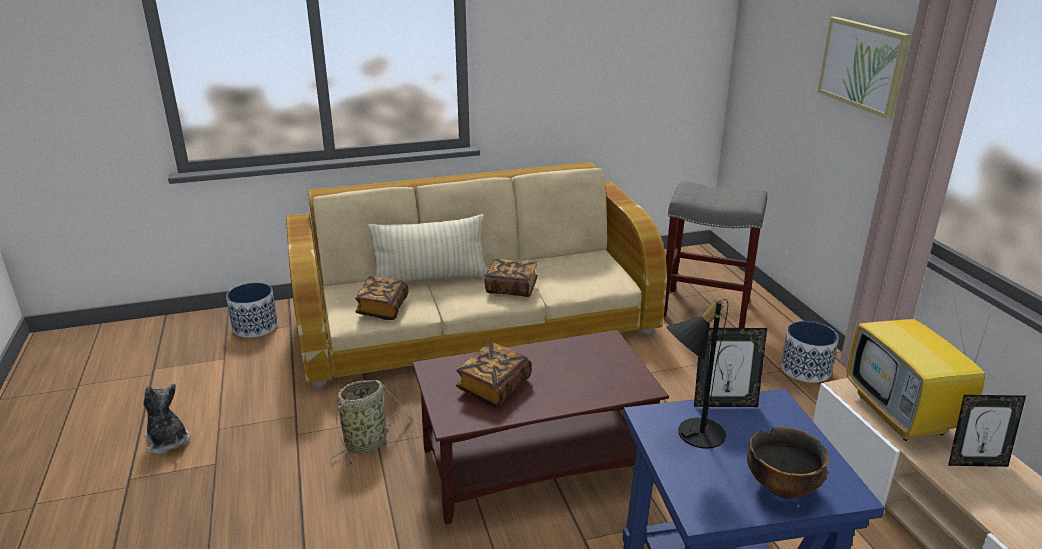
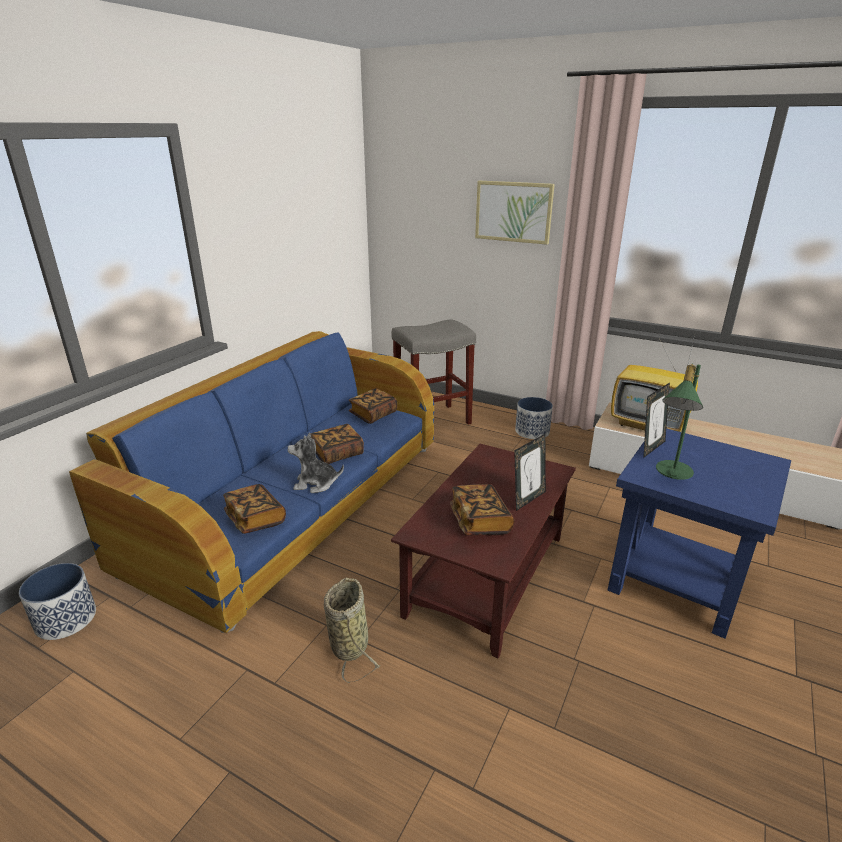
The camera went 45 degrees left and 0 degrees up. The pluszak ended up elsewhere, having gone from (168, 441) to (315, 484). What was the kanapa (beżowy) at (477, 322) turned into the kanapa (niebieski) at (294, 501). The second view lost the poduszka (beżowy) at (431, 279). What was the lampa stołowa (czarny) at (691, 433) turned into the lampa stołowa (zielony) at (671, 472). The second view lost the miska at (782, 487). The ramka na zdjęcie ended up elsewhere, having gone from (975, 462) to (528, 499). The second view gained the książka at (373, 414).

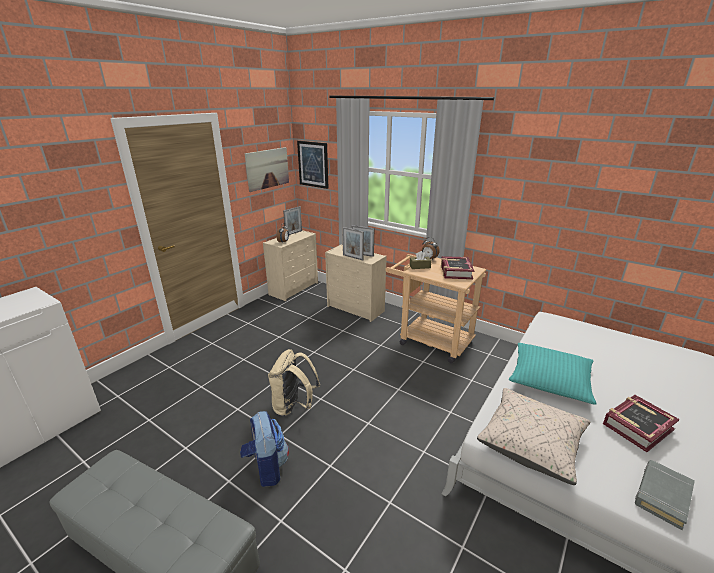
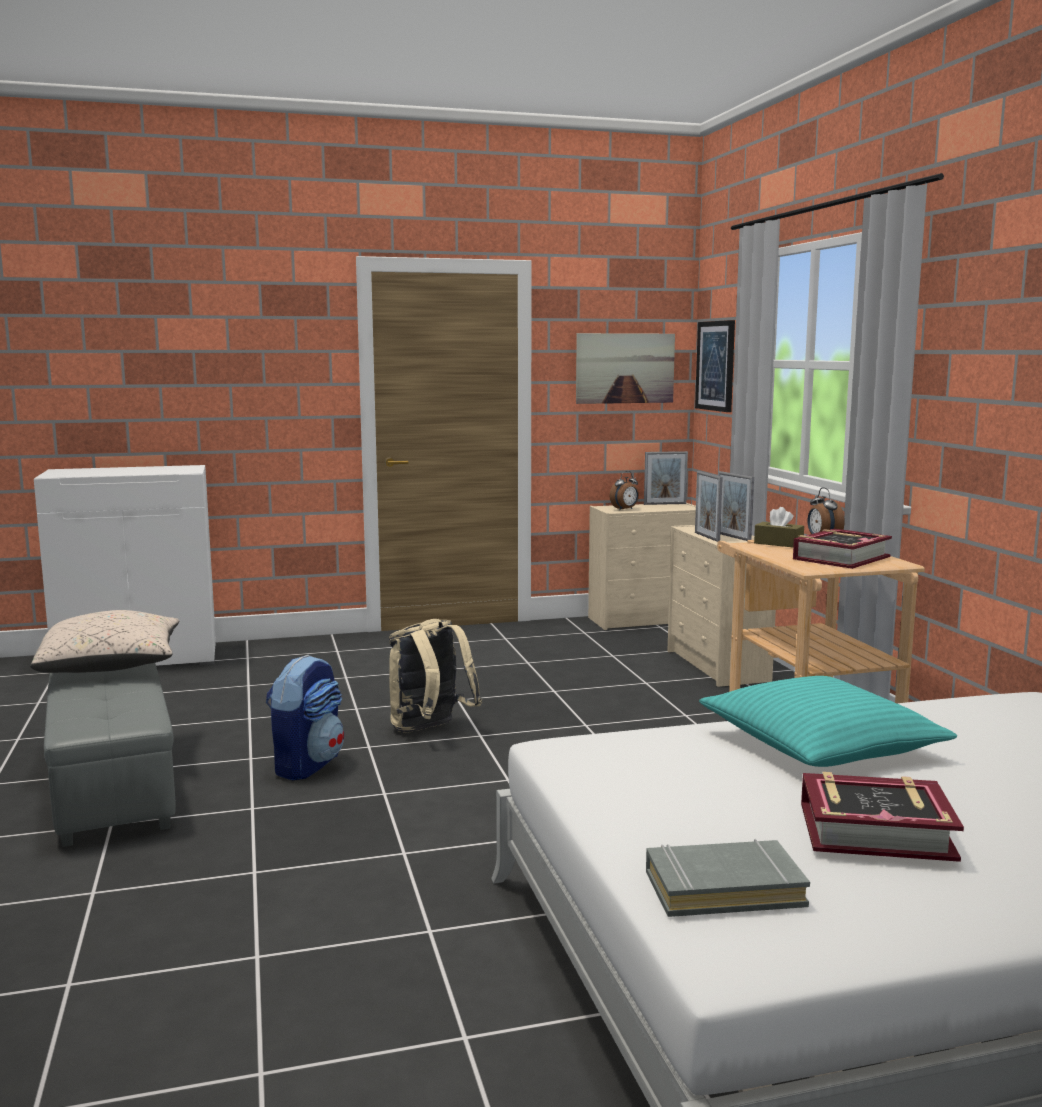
The camera went 40 degrees right and 15 degrees down. The poduszka (beżowy) ended up elsewhere, having gone from (531, 443) to (112, 666).

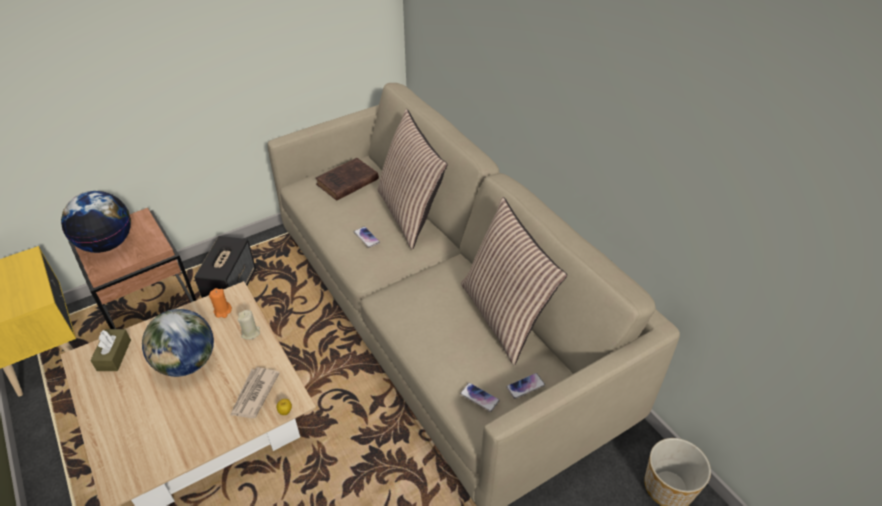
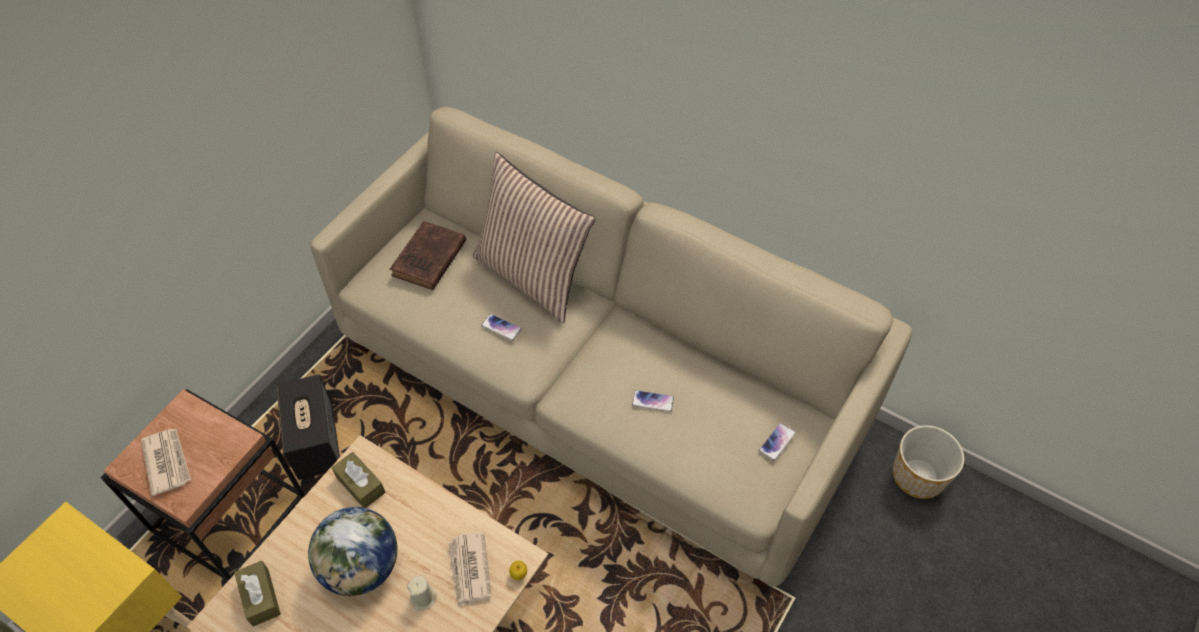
The camera went 25 degrees left and 10 degrees up. Where the globus stood at (107, 244), the gazeta came to stand at (167, 461). Where the świeca (pomarańczowy) stood at (222, 311), the pudełko chusteczek (brązowy) came to stand at (360, 484). The świeca (beżowy) ended up elsewhere, having gone from (251, 333) to (423, 598). The telefon ended up elsewhere, having gone from (479, 397) to (652, 401). The second view lost the poduszka at (504, 316).

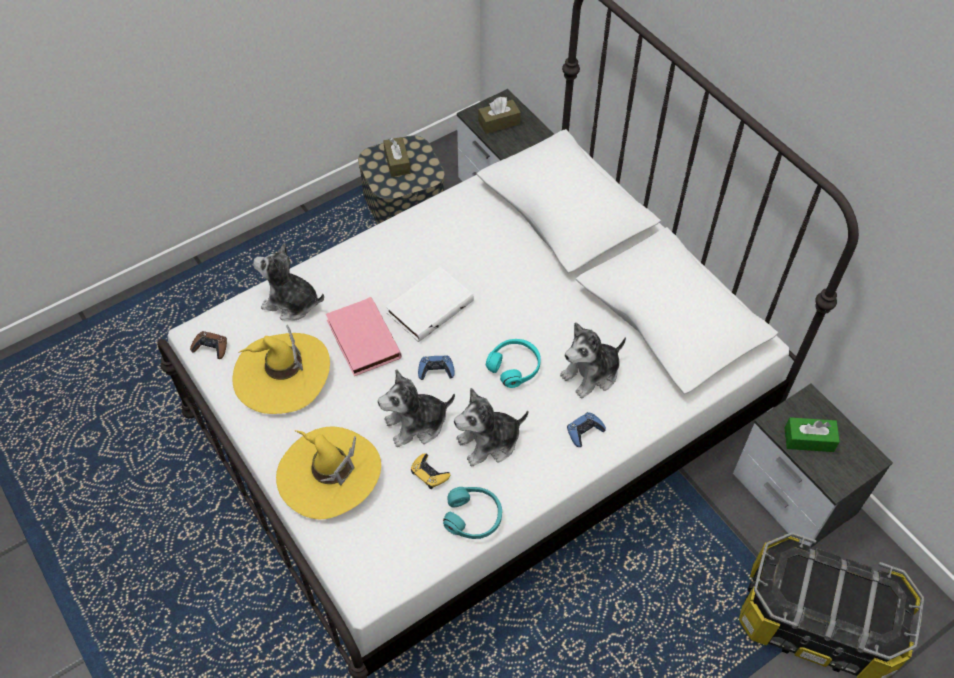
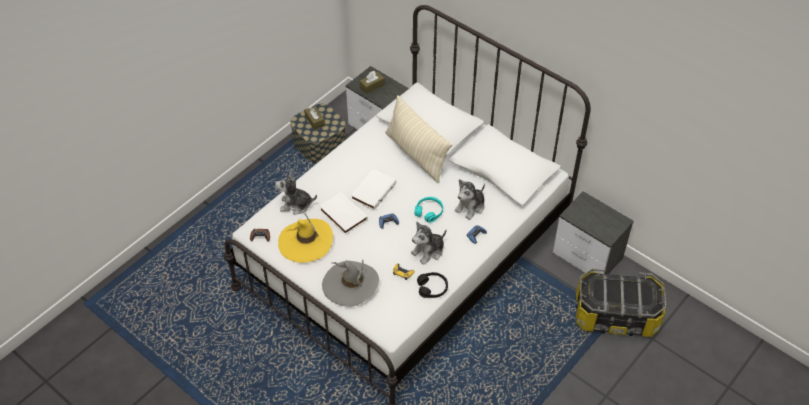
The camera went 15 degrees left and 5 degrees down. What was the kapelusz (żółty) at (329, 474) turned into the kapelusz (szary) at (350, 284). What was the książka (różowy) at (361, 339) turned into the książka (biały) at (342, 215). The second view lost the pluszak at (416, 424). What was the słuchawki (turkusowy) at (473, 517) turned into the słuchawki (czarny) at (432, 288). The second view lost the pudełko chusteczek (zielony) at (809, 439). The second view gained the poduszka (beżowy) at (416, 154).

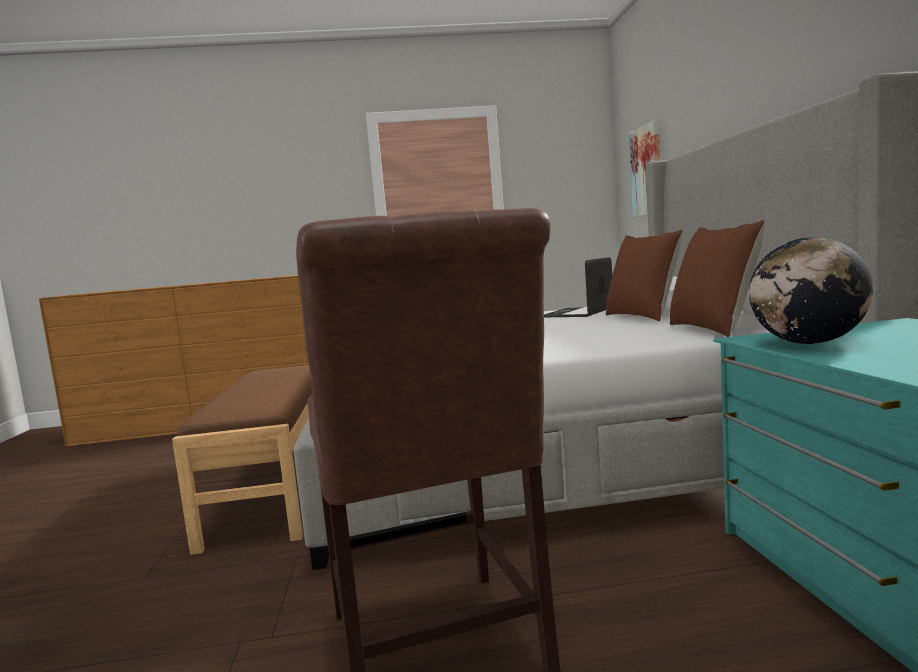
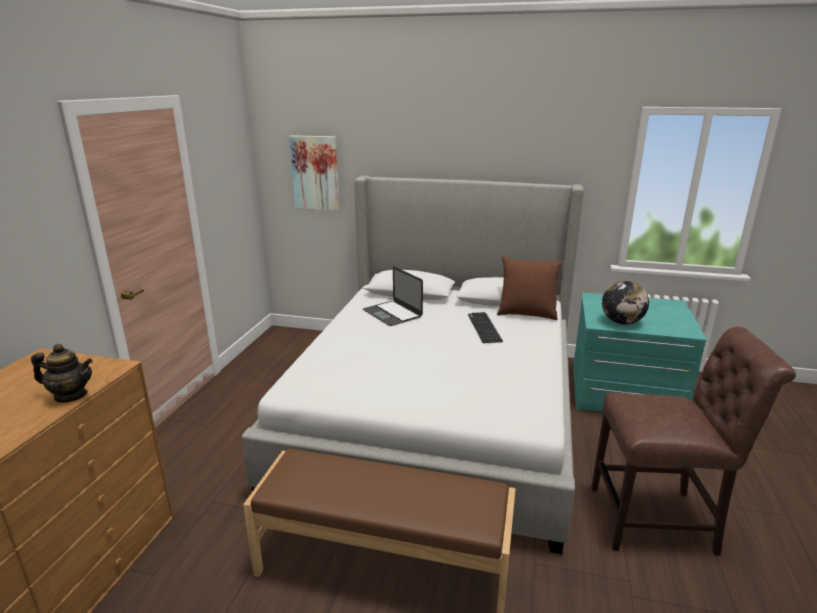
The camera went 70 degrees left and 15 degrees up. The second view lost the poduszka (brązowy) at (643, 316). The second view gained the imbryk at (71, 396). The second view gained the klawiatura at (484, 328).

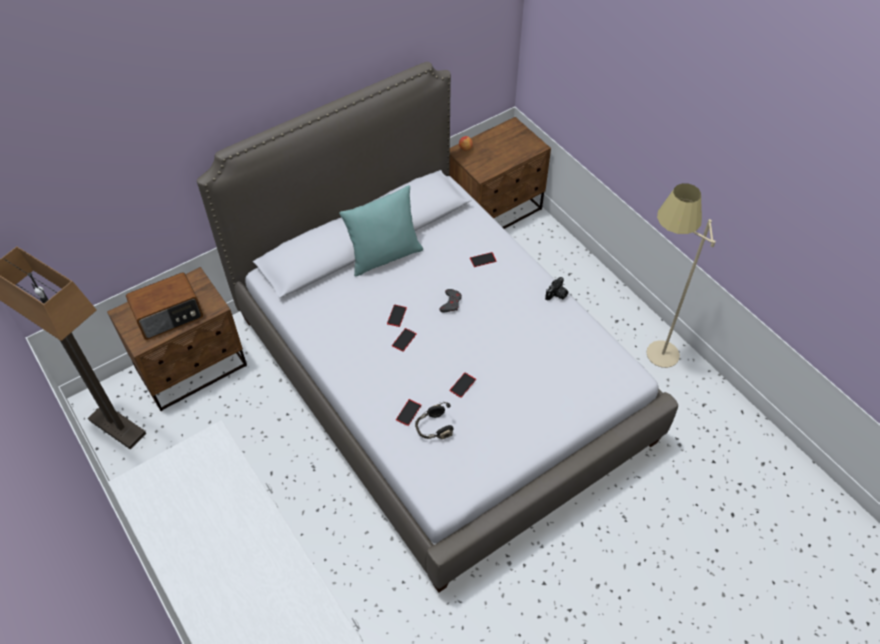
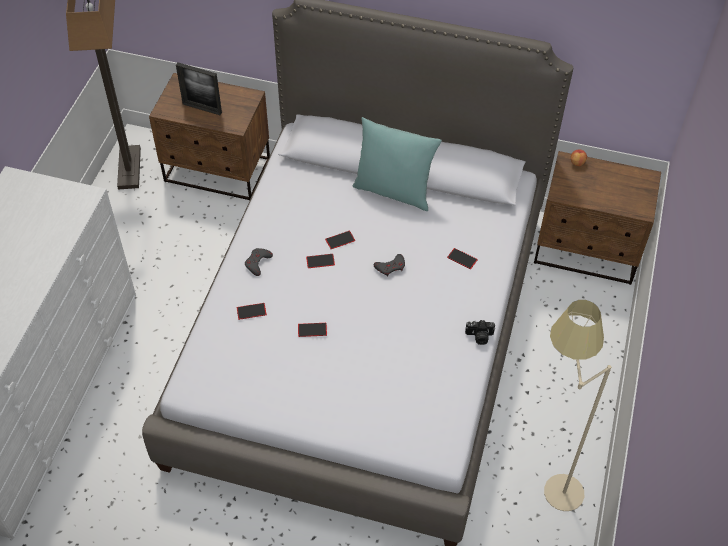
The camera went 50 degrees right and 0 degrees up. Where the radio stood at (169, 316), the ramka na zdjęcie came to stand at (202, 108). The second view lost the słuchawki (czarny) at (433, 428). The second view gained the pad do gier (szary) at (257, 263).

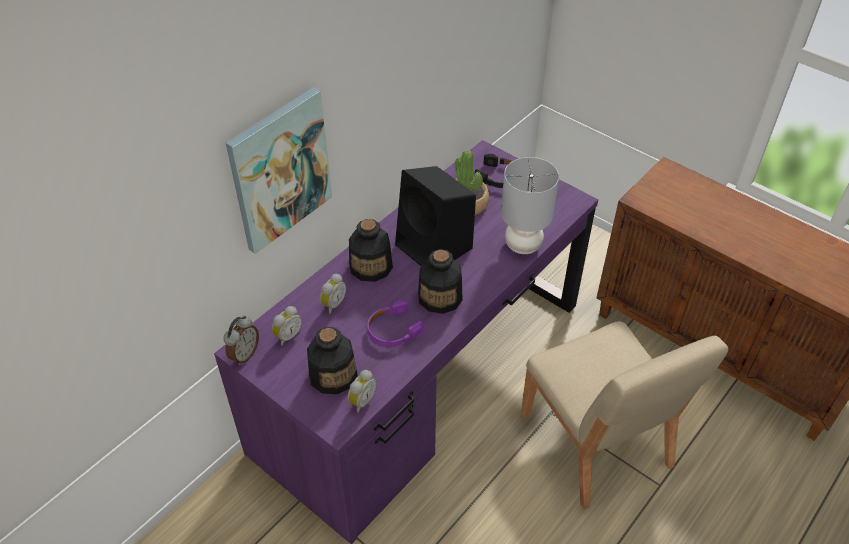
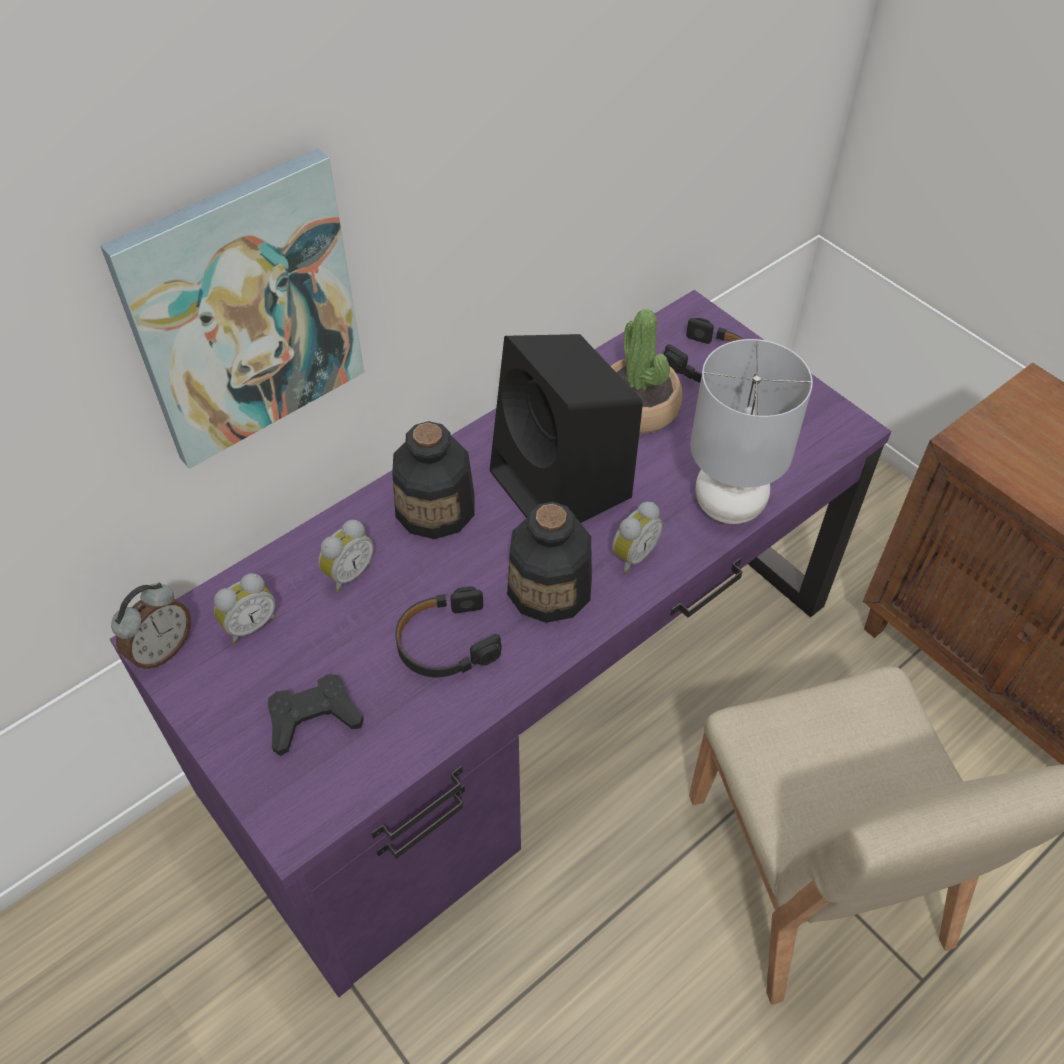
The camera went 10 degrees right and 5 degrees up. Where the butelka stood at (333, 375), the pad do gier (czarny) came to stand at (313, 717). The budzik ended up elsewhere, having gone from (361, 401) to (632, 554). What was the słuchawki (fioletowy) at (393, 330) turned into the słuchawki (czarny) at (446, 642).

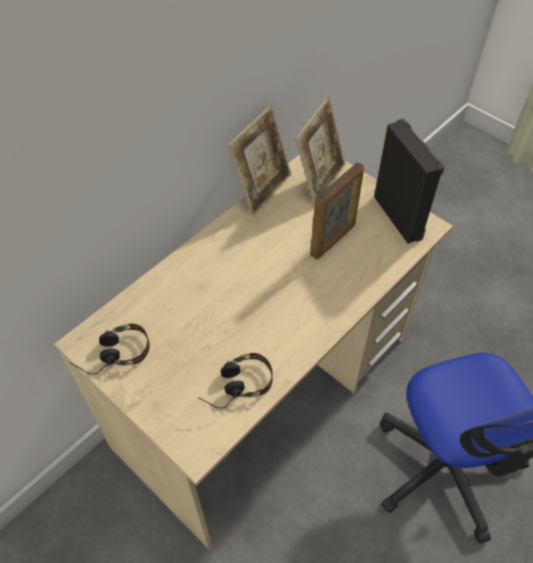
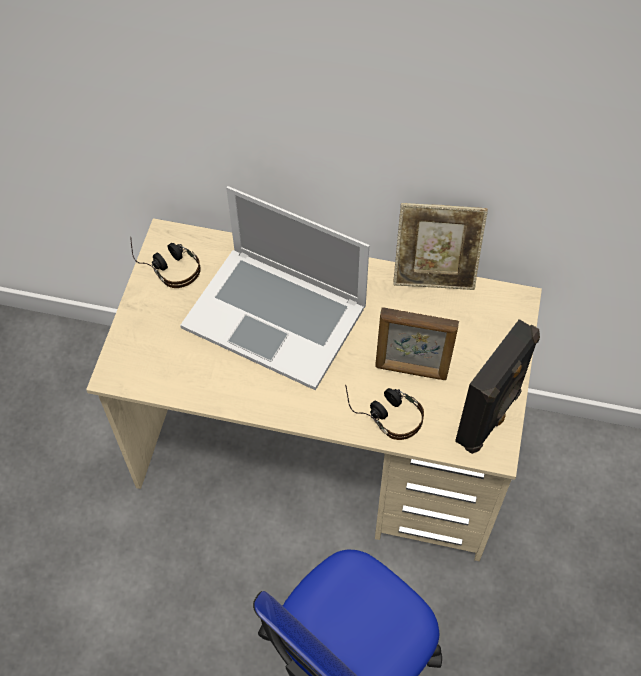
The camera went 60 degrees right and 5 degrees up. The słuchawki ended up elsewhere, having gone from (235, 386) to (384, 411). The second view lost the ramka na zdjęcie at (319, 180). The second view gained the laptop at (275, 315).

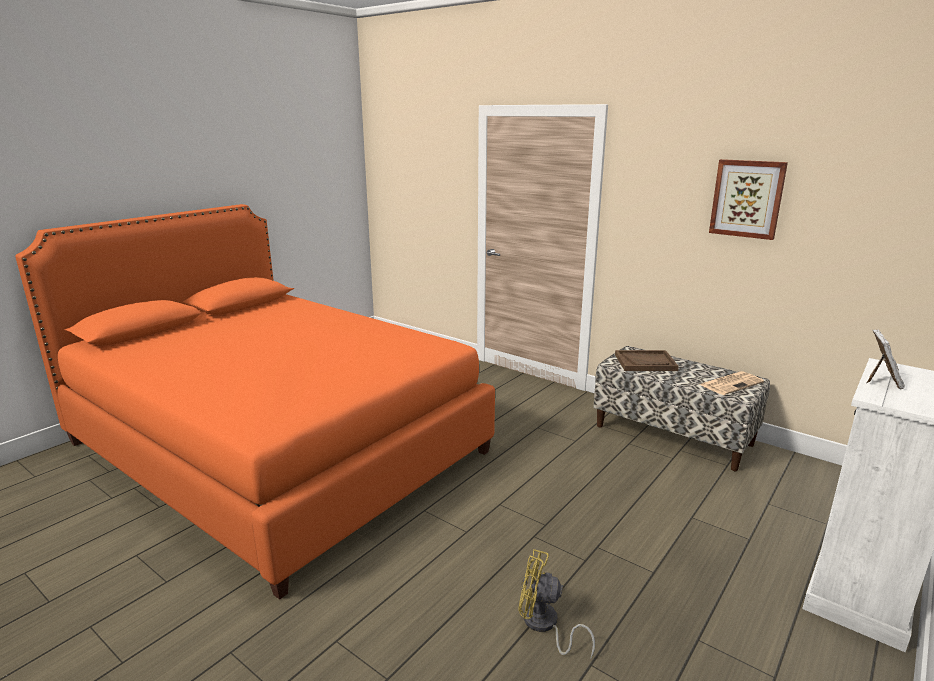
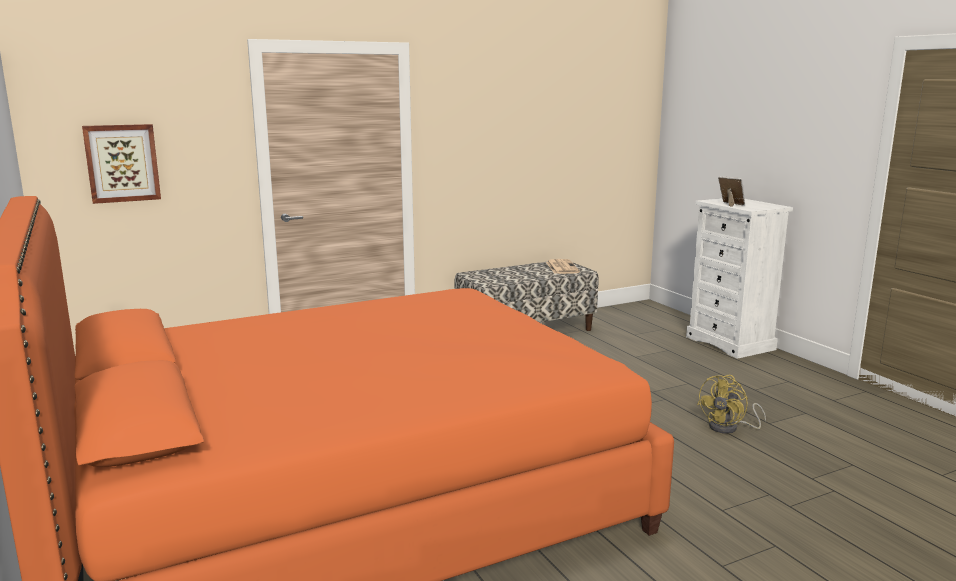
The camera went 65 degrees left and 5 degrees down. The second view lost the taca (brązowy) at (645, 362). The obraz ended up elsewhere, having gone from (747, 198) to (122, 163).

